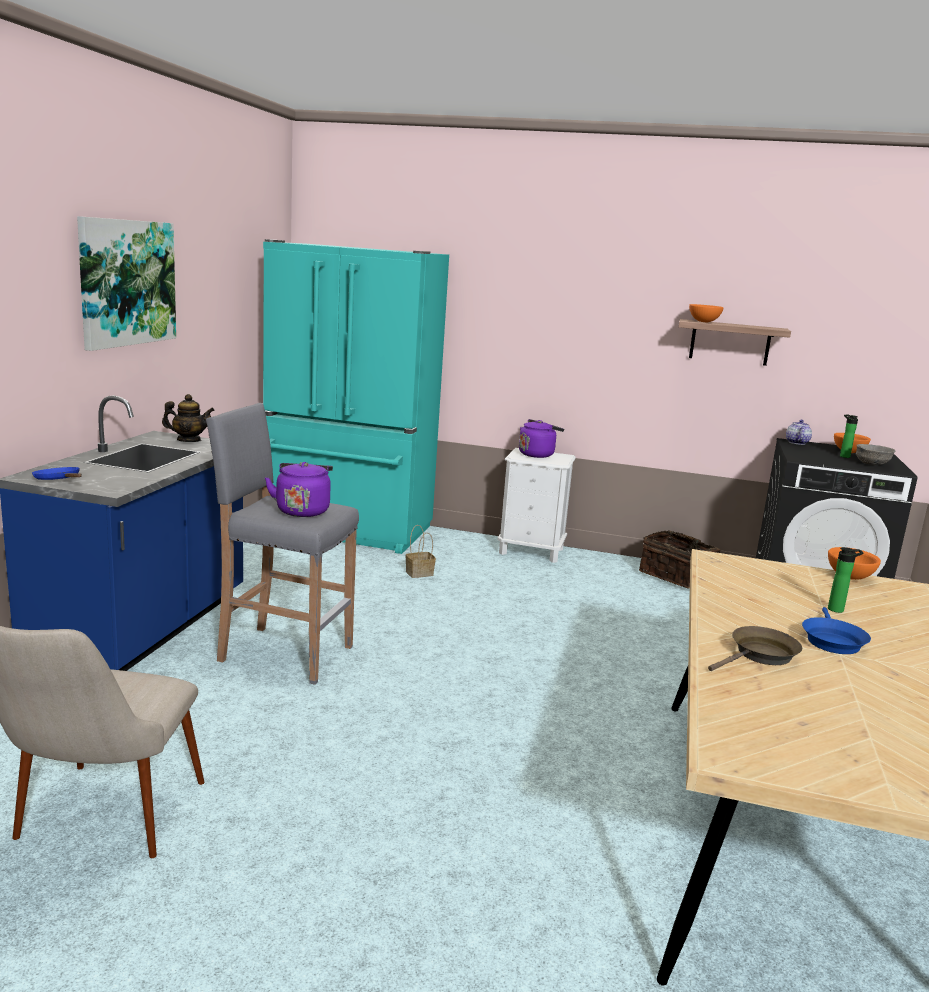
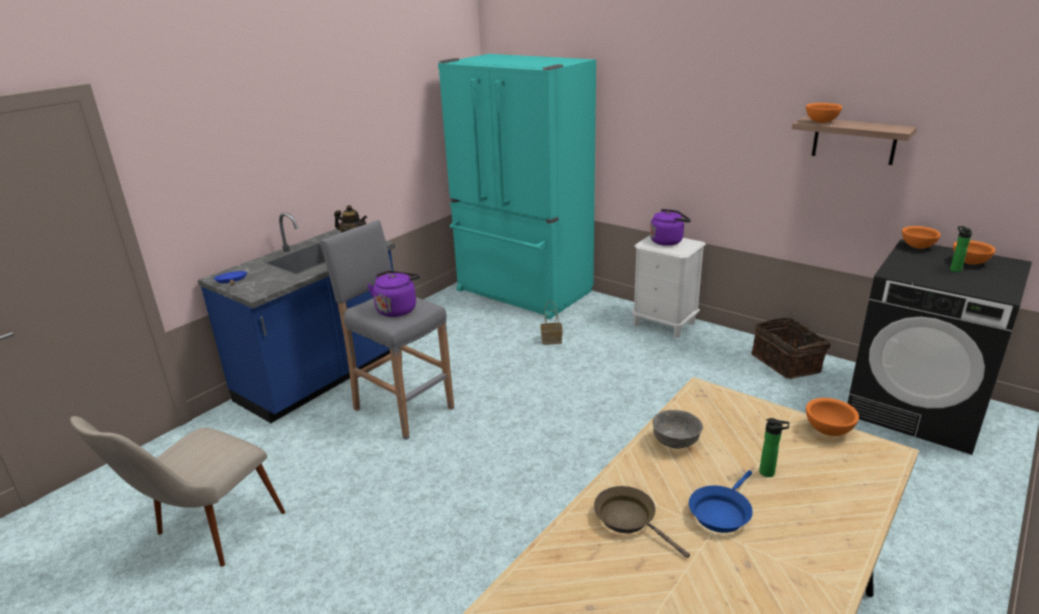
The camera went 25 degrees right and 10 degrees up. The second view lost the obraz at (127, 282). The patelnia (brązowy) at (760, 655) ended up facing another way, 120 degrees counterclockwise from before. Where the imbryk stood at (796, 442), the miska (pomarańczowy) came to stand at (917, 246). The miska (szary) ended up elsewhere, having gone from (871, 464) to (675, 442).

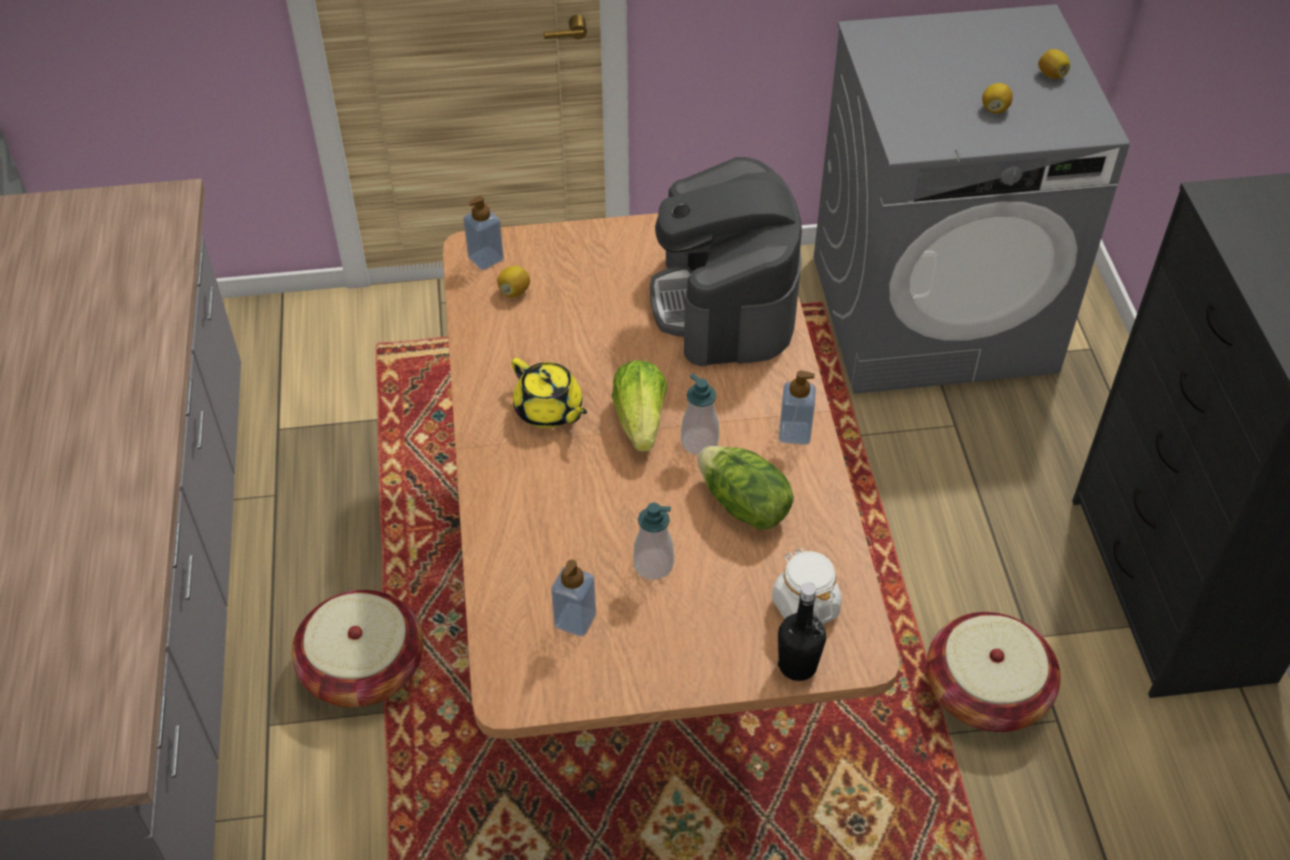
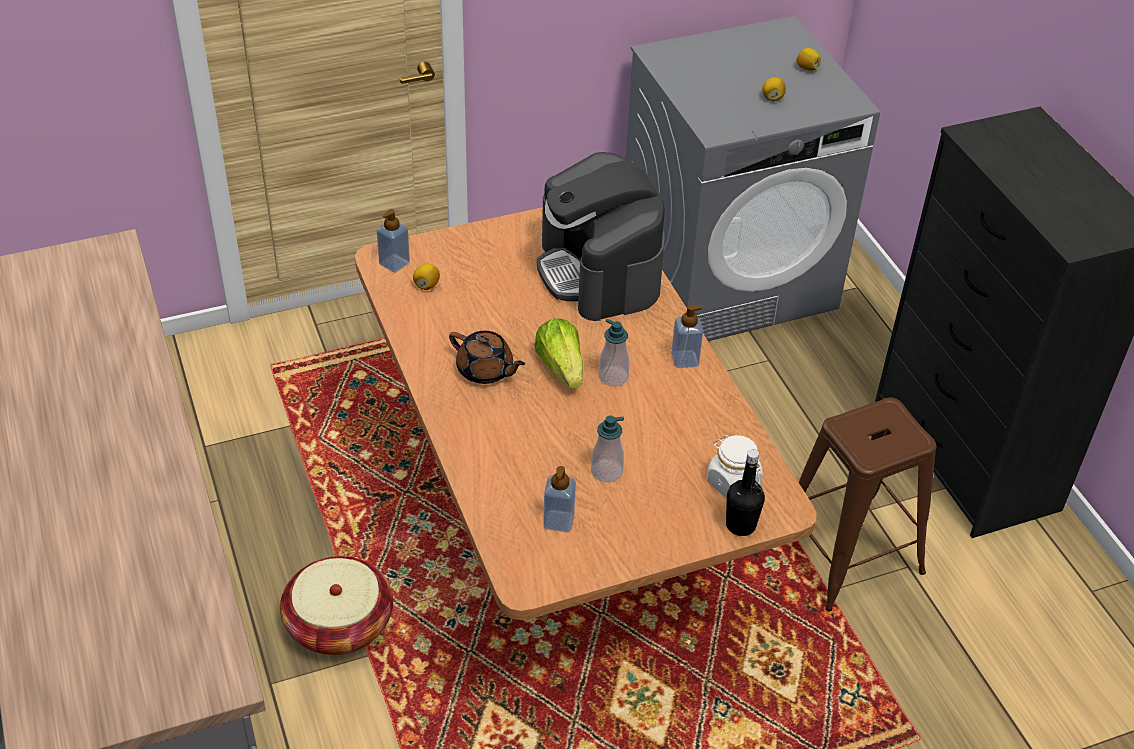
The camera went 15 degrees left and 5 degrees down. What was the imbryk (żółty) at (549, 410) turned into the imbryk (brązowy) at (486, 370). The second view lost the sałata at (743, 506). Where the koszyk stood at (985, 691), the stołek (brązowy) came to stand at (848, 555).

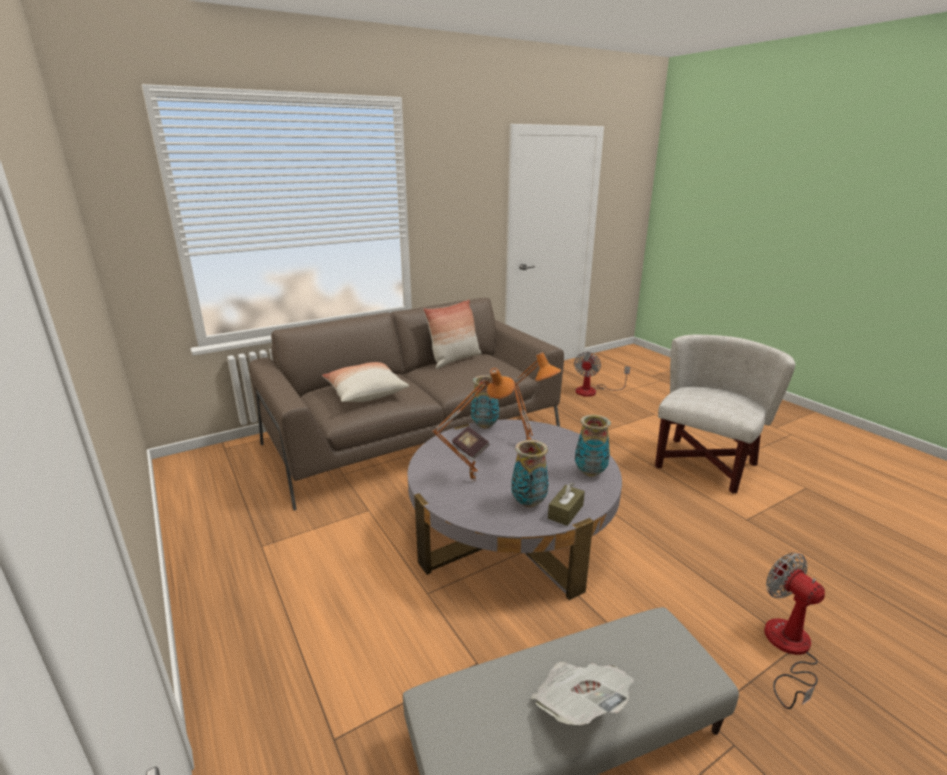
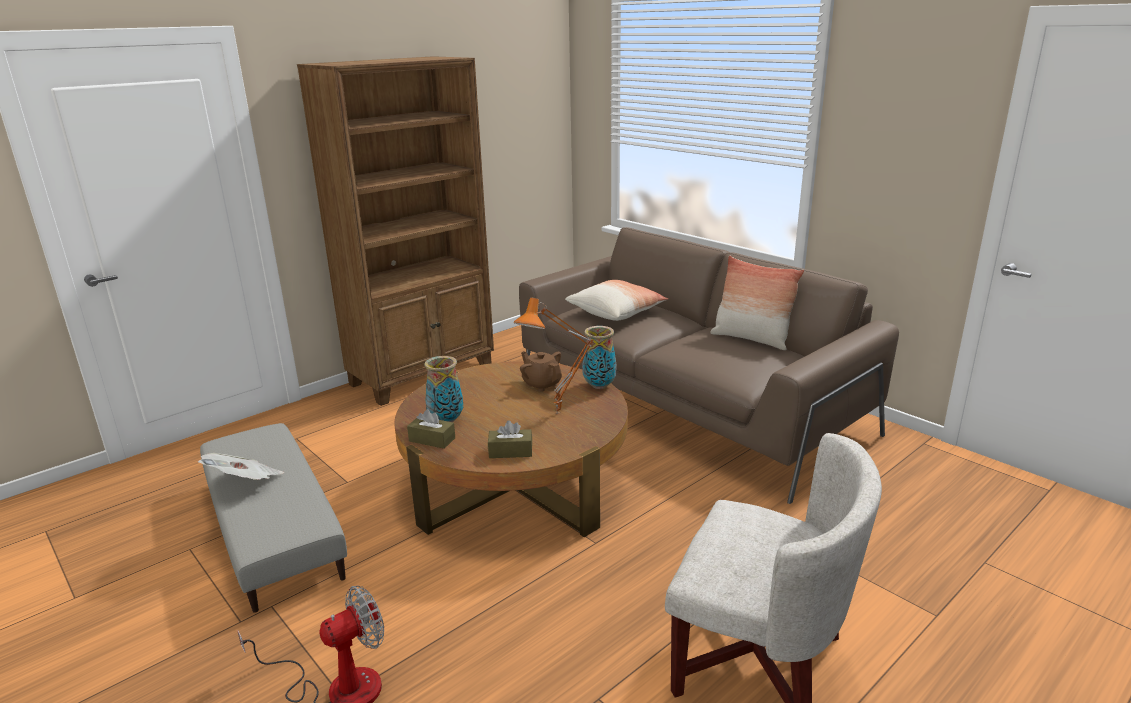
The camera went 80 degrees right and 0 degrees up. What was the ława (szary) at (511, 532) turned into the ława (brązowy) at (516, 483). The second view lost the lampa stołowa (pomarańczowy) at (472, 479). Where the książka stood at (470, 449), the imbryk (brązowy) came to stand at (541, 384). The second view lost the wentylator at (592, 391). Where the wazon stood at (590, 472), the pudełko chusteczek (brązowy) came to stand at (510, 451). The second view gained the regał (brązowy) at (423, 374).

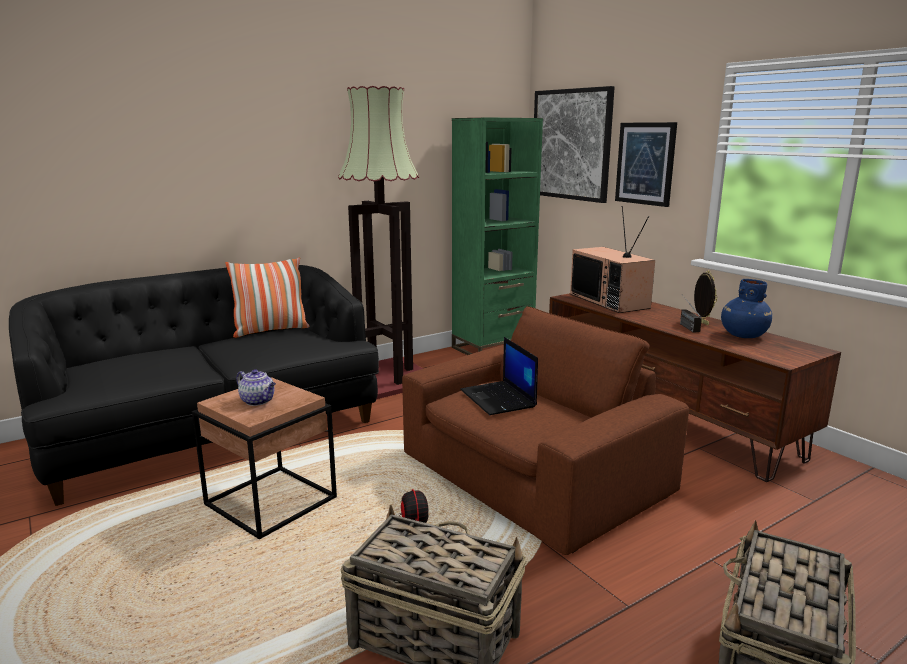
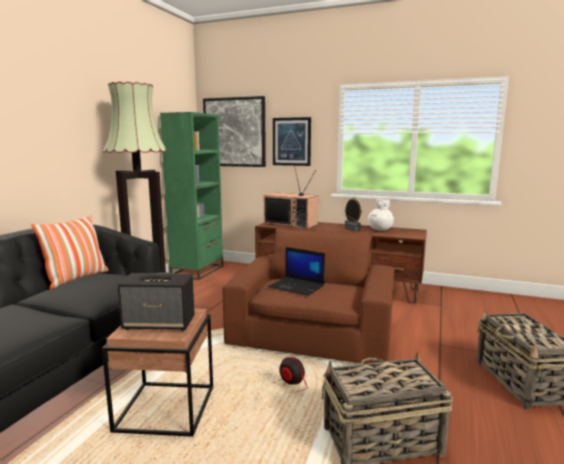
The camera went 35 degrees left and 5 degrees down. Where the imbryk stood at (258, 401), the głośnik came to stand at (160, 323). What was the wazon (niebieski) at (743, 335) turned into the wazon (biały) at (379, 229).

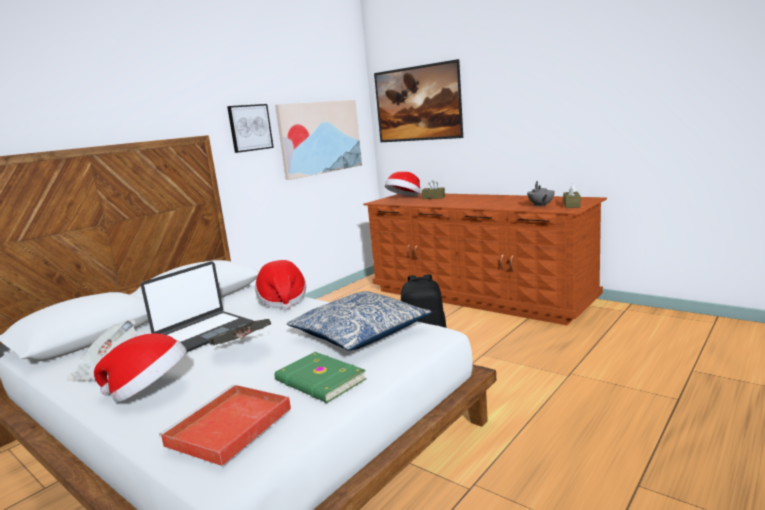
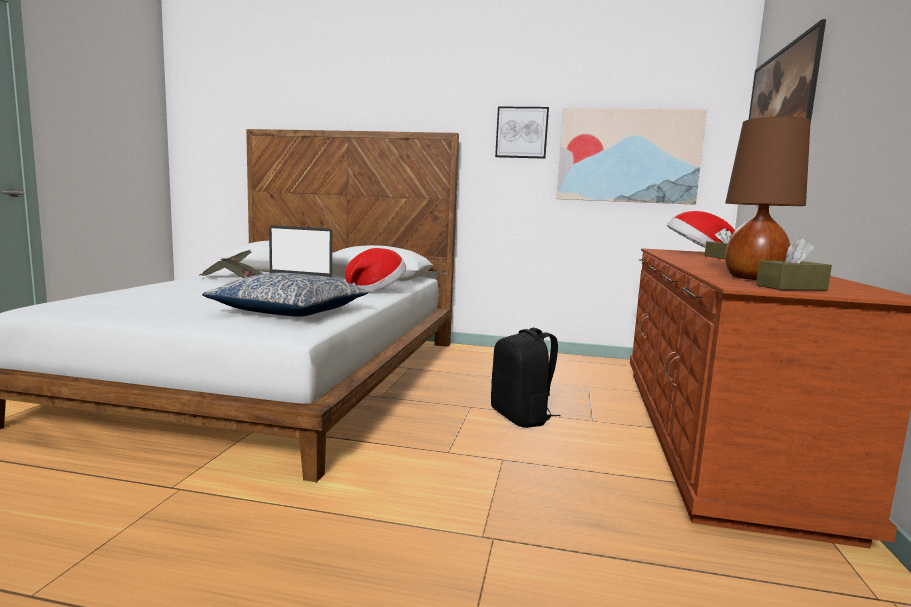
The camera went 60 degrees right and 5 degrees down. The second view lost the kapelusz at (150, 391). The second view lost the taca (czerwony) at (228, 428). The second view lost the książka (zielony) at (319, 381). Where the imbryk (szary) stood at (540, 205), the lampa stołowa (brązowy) came to stand at (752, 279).

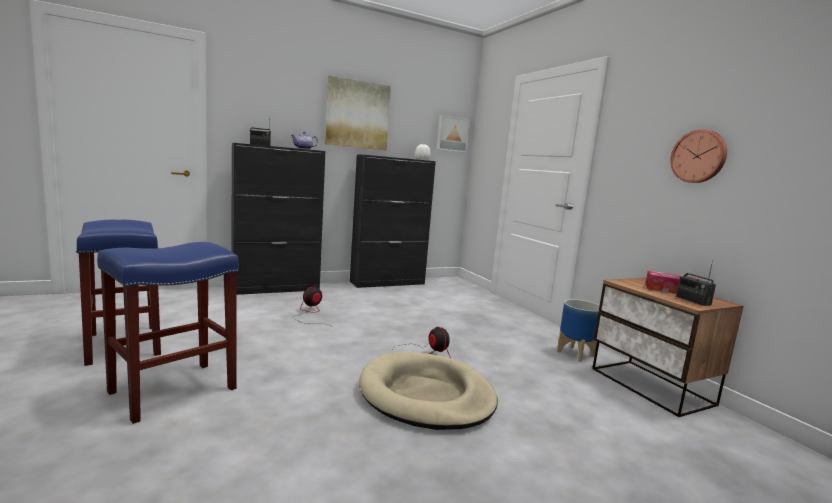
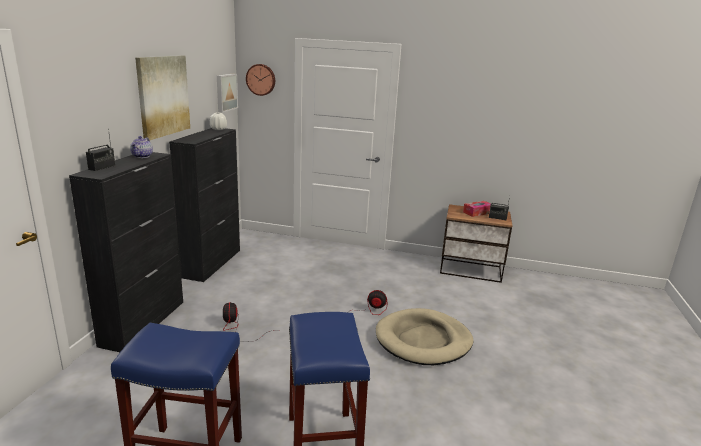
The camera went 50 degrees left and 10 degrees up. The second view lost the donica at (576, 354). The zegar ścienny ended up elsewhere, having gone from (699, 156) to (261, 79).

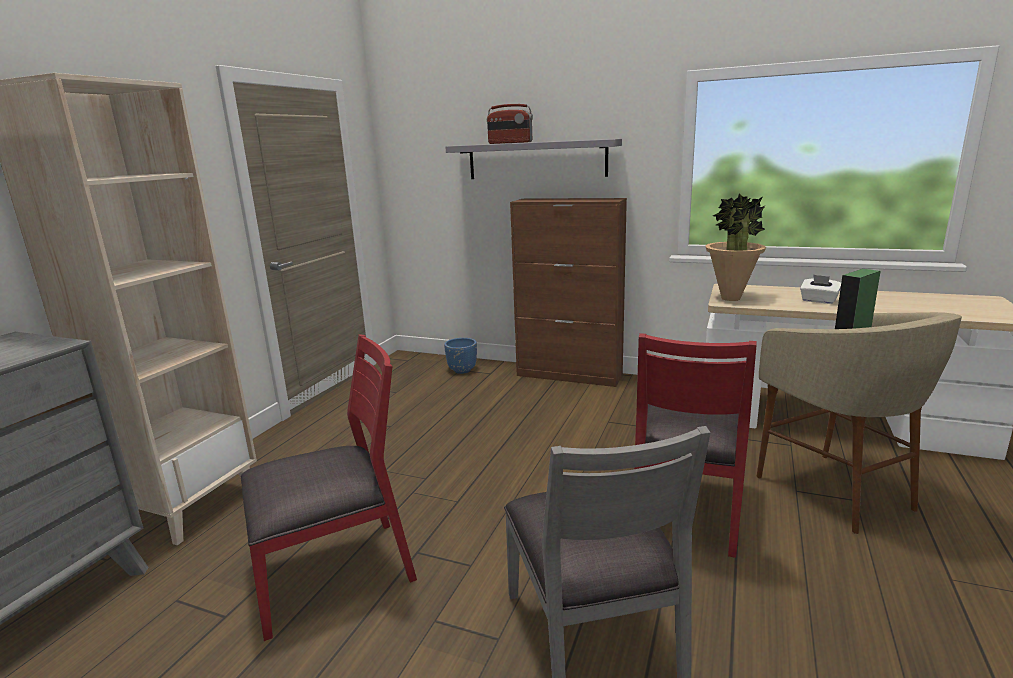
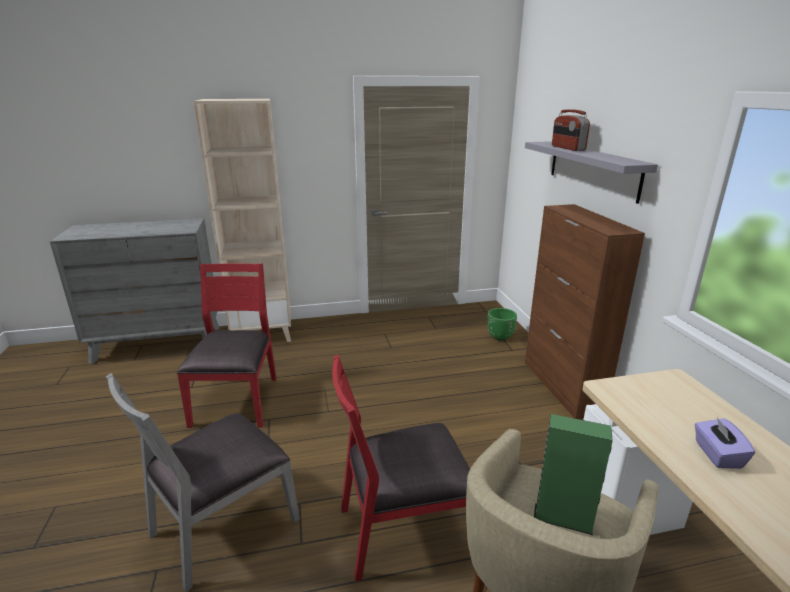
The camera went 55 degrees right and 5 degrees up. The krzesło (czerwony) at (335, 572) ended up facing another way, 120 degrees counterclockwise from before. What was the donica (niebieski) at (462, 370) turned into the donica (zielony) at (500, 337). The second view lost the roślina doniczkowa at (731, 298). What was the pudełko chusteczek (biały) at (818, 301) turned into the pudełko chusteczek (fioletowy) at (717, 455).

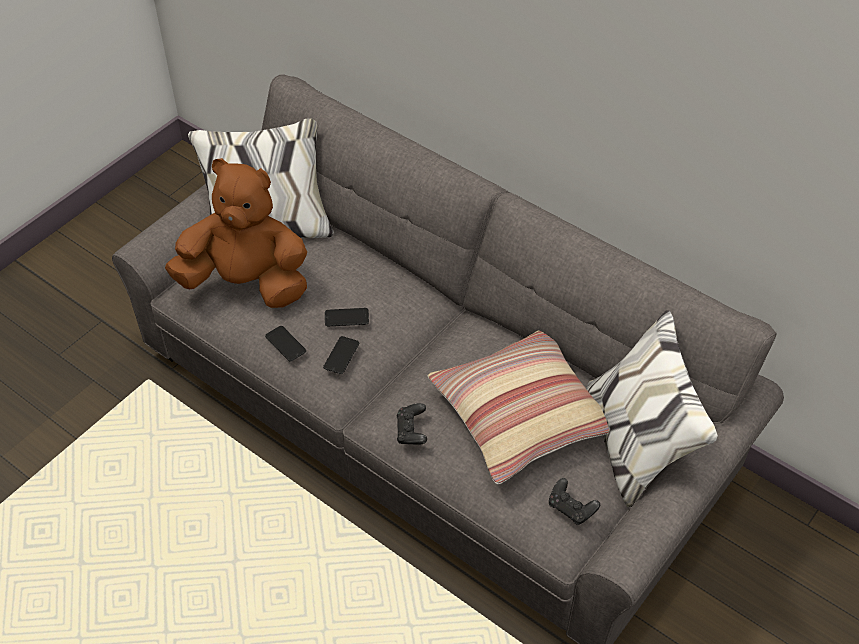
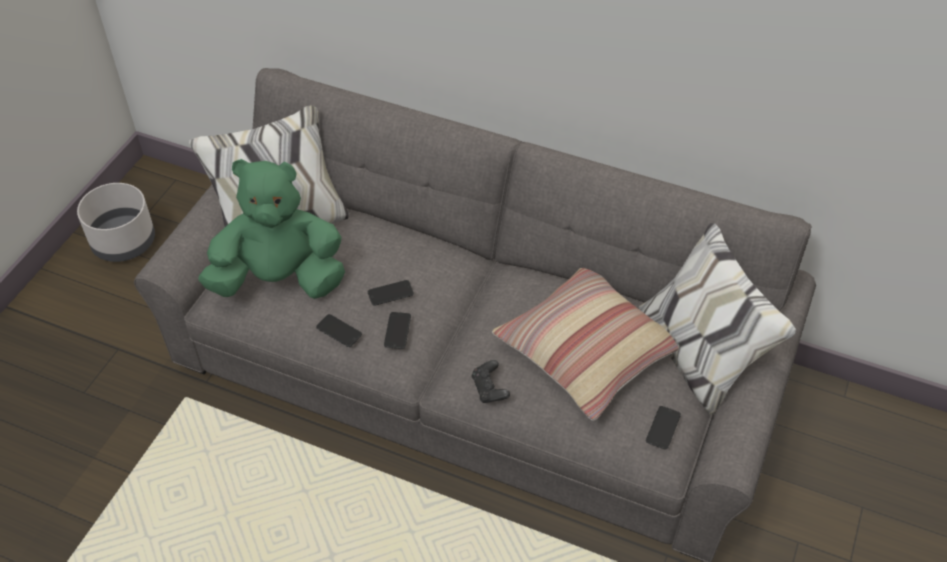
The camera went 15 degrees left and 0 degrees up. What was the pluszak (brązowy) at (246, 283) turned into the pluszak (zielony) at (279, 279). Where the pad do gier (czarny) stood at (571, 508), the telefon came to stand at (663, 428). The second view gained the donica (szary) at (124, 241).

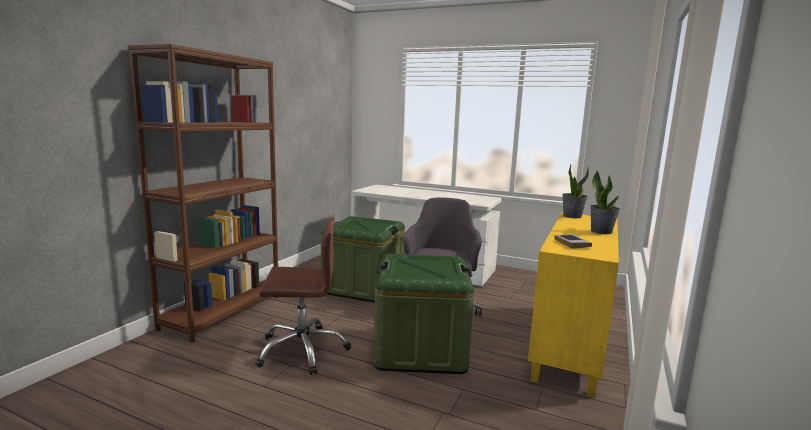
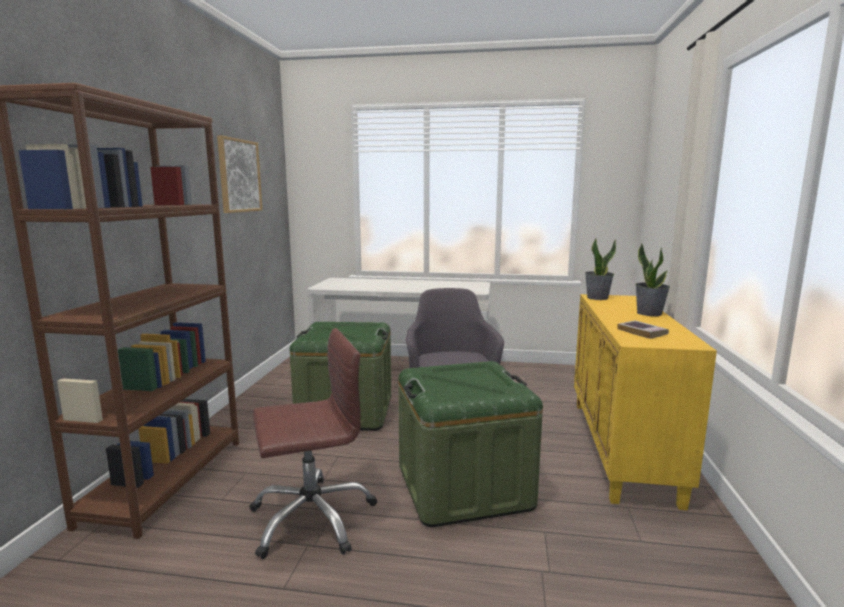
The camera went 15 degrees left and 0 degrees up. The second view gained the obraz at (239, 176).

